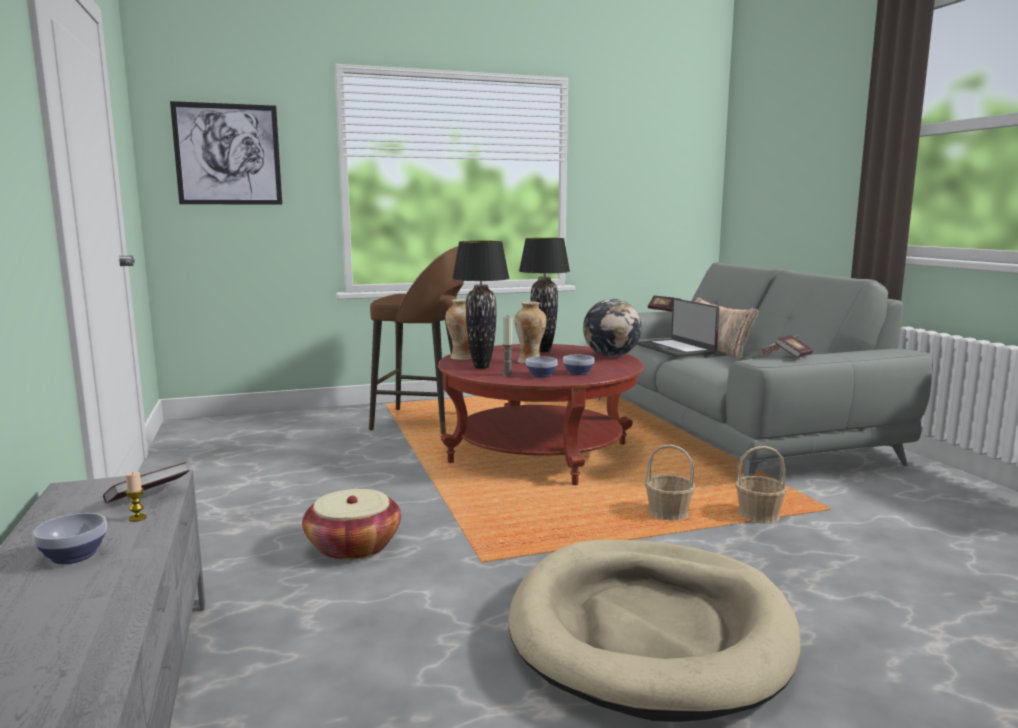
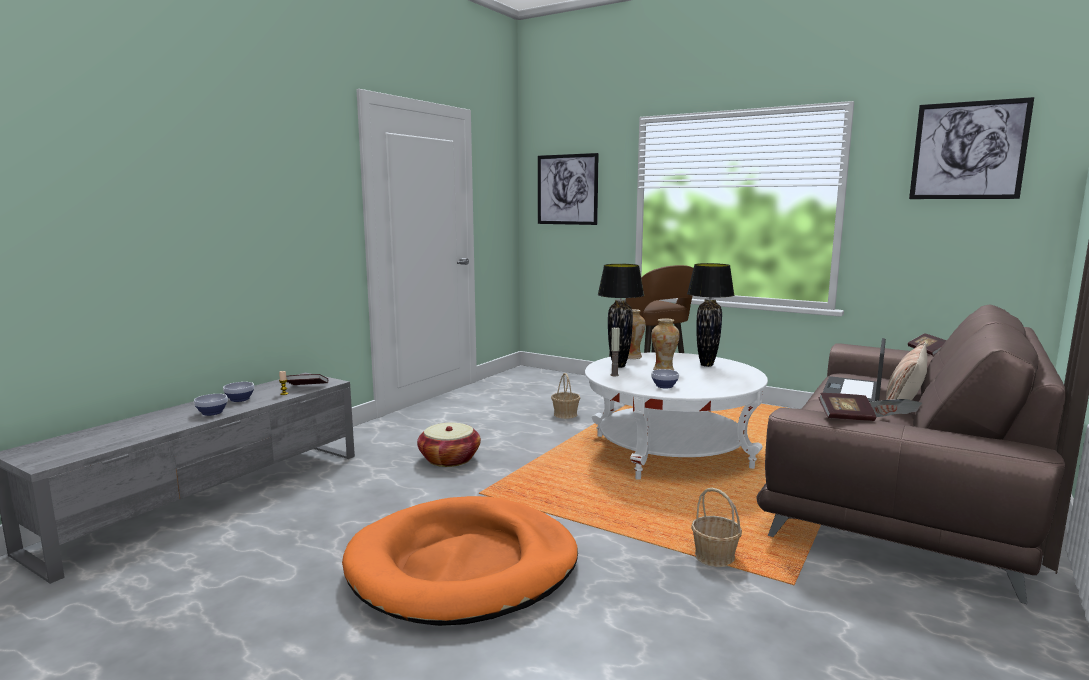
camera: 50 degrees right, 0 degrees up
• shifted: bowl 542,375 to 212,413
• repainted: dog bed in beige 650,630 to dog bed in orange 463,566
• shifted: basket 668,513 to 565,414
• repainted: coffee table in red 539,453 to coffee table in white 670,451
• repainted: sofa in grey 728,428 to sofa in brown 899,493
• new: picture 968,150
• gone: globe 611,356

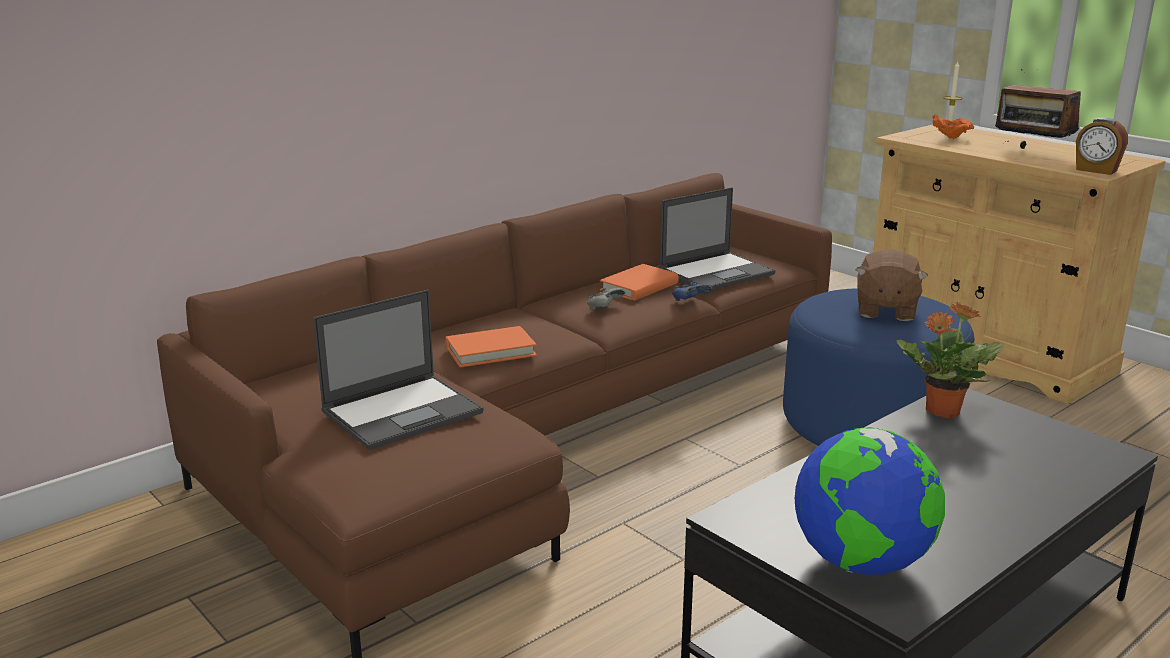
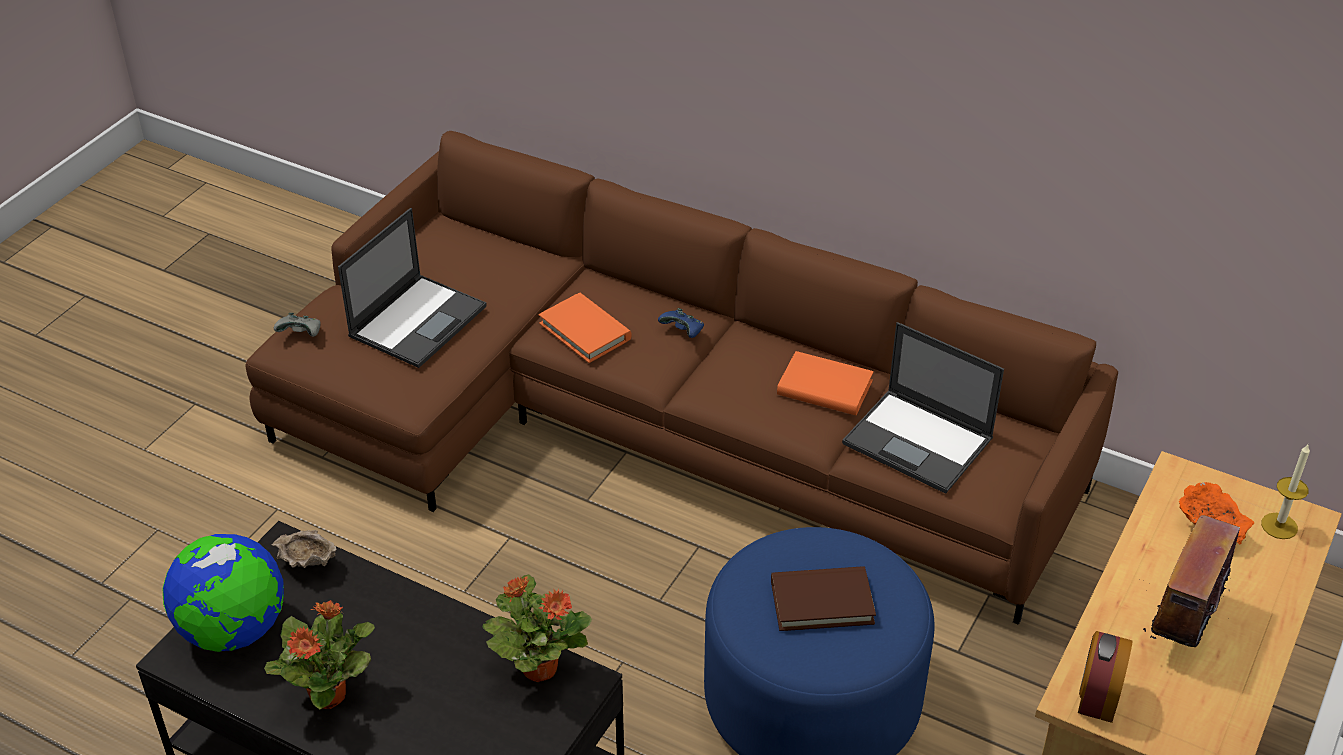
camera: 70 degrees right, 20 degrees up
• new: potted plant 329,694
• new: bowl in beige 308,564
• shifted: game controller in grey 605,308 to 301,334
• rotated: laptop 404,411 = 418,320 90 degrees counterclockwise
• shifted: game controller in blue 690,301 to 683,332
• swapped: plush toy in brown 885,310 to book in brown 822,602

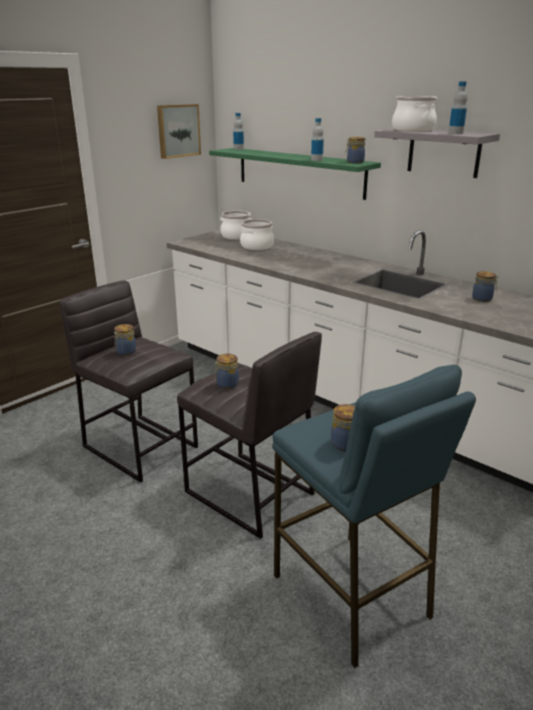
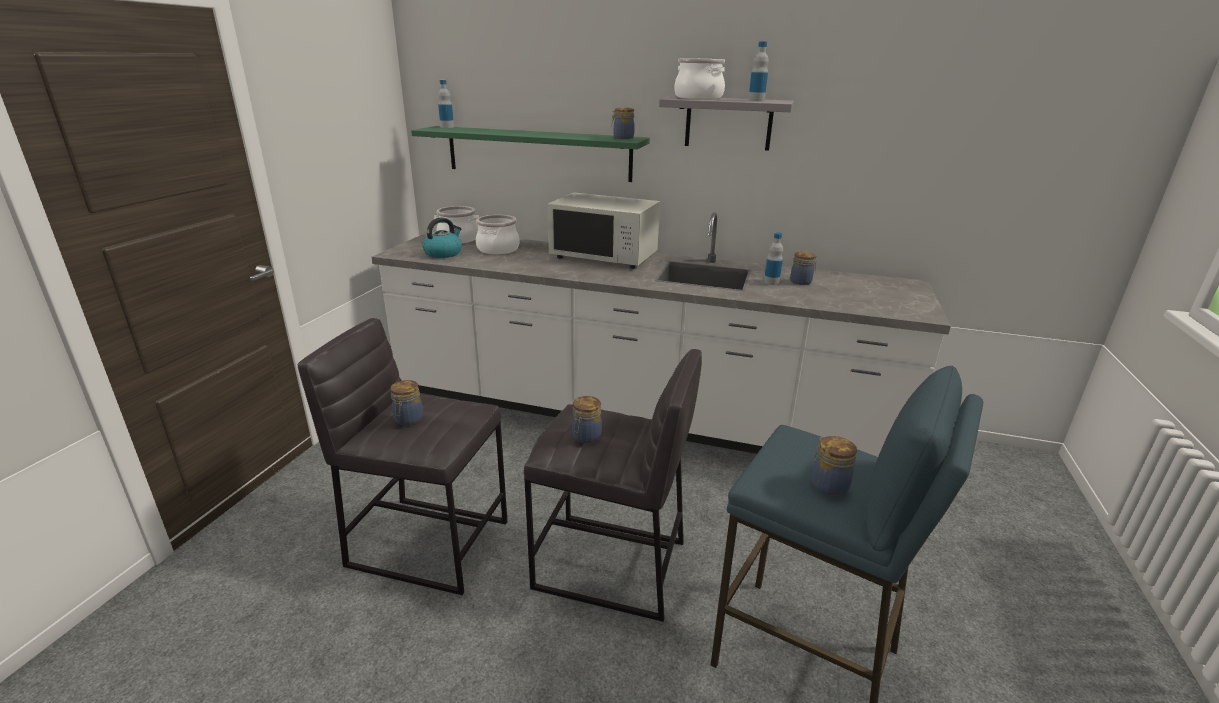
camera: 25 degrees left, 0 degrees up
• new: kettle 443,253
• new: microwave in white 604,256
• shifted: bottle 316,160 to 771,282
• gone: picture 178,130

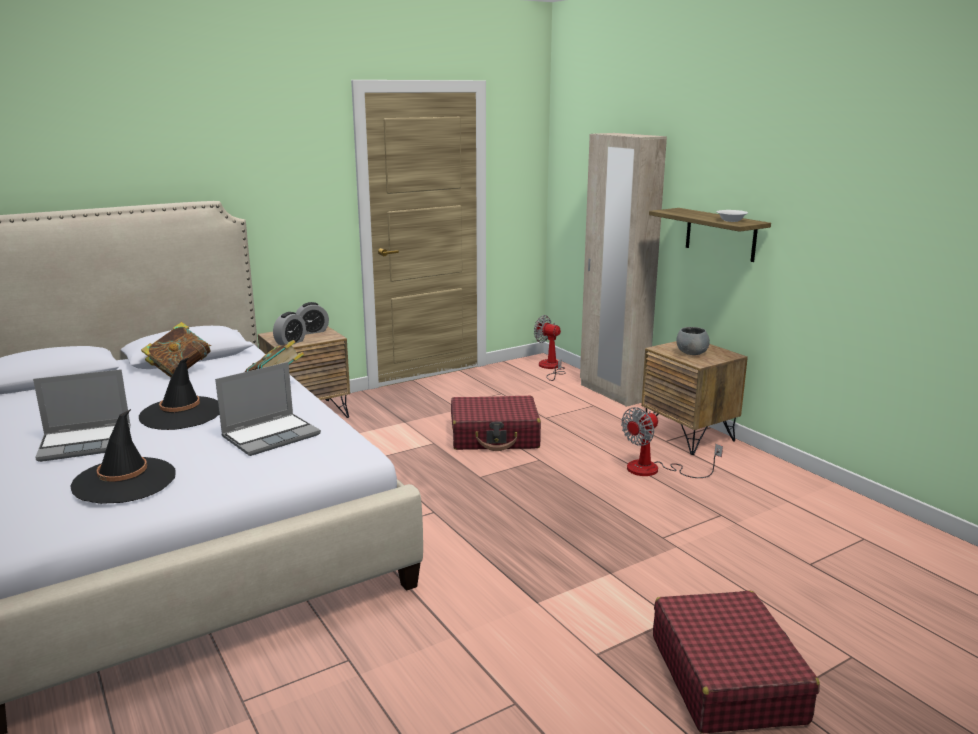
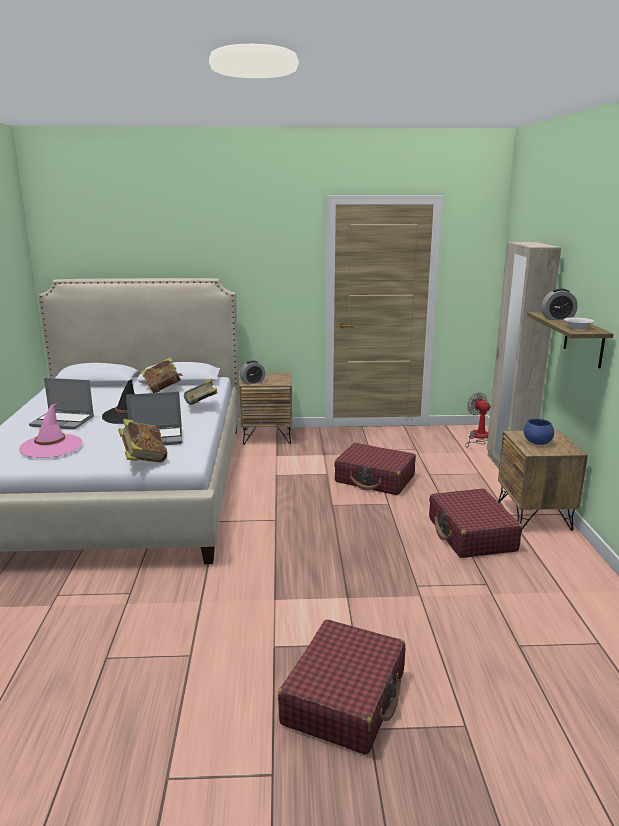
camera: 30 degrees right, 0 degrees up
• repainted: hat in black 124,481 to hat in pink 51,446
• new: book 144,459
• swapped: fan 654,470 to suitcase in red 471,534
• repainted: bowl in grey 691,353 to bowl in blue 537,442
• shifted: alarm clock 312,331 to 557,318

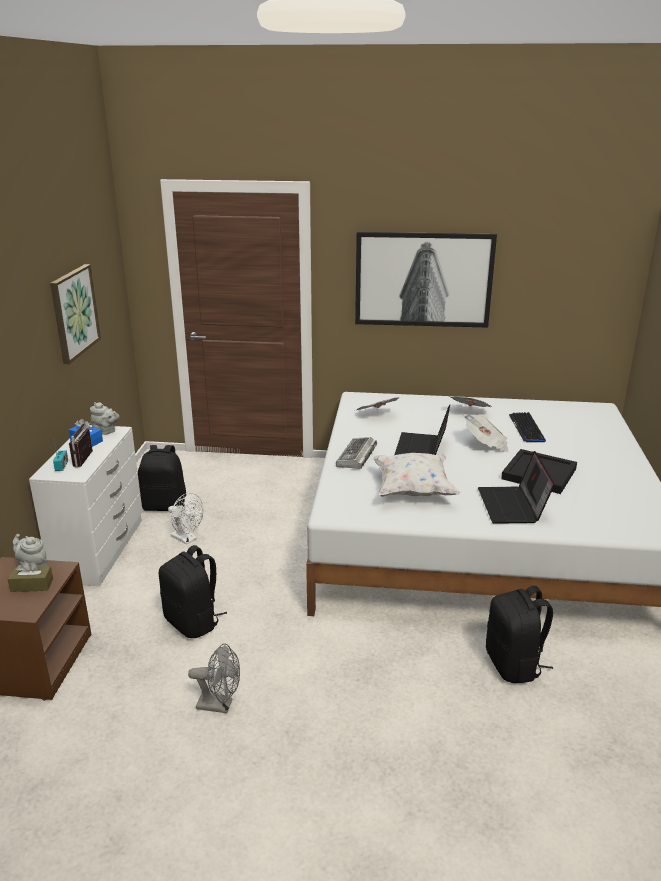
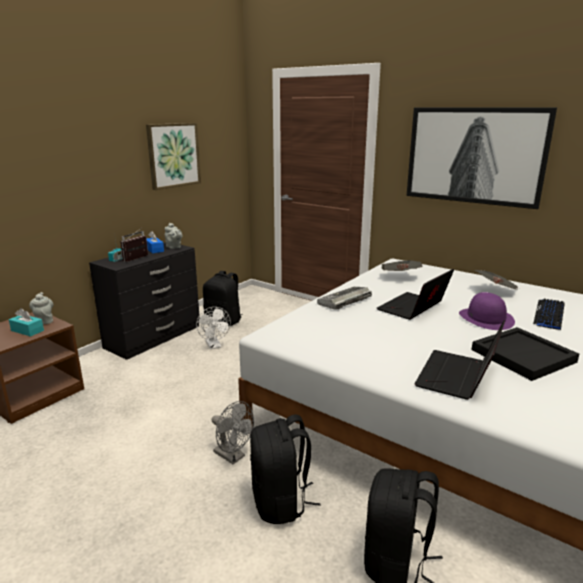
camera: 30 degrees right, 5 degrees down
• repainted: tissue box in brown 32,585 to tissue box in turquoise 27,330
• repainted: dresser in white 101,549 to dresser in black 154,337
• shifted: fan in grey 220,705 to 233,456
• shifted: backpack in black 193,622 to 280,502
• swapped: newspaper 486,444 to hat in purple 486,318
• gone: pillow in white 413,490

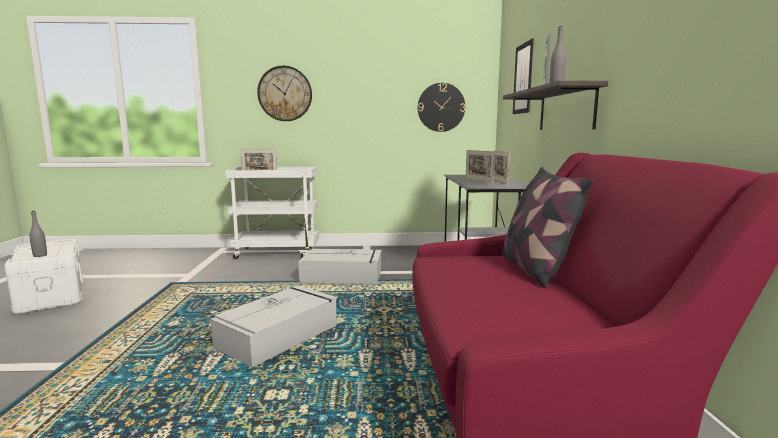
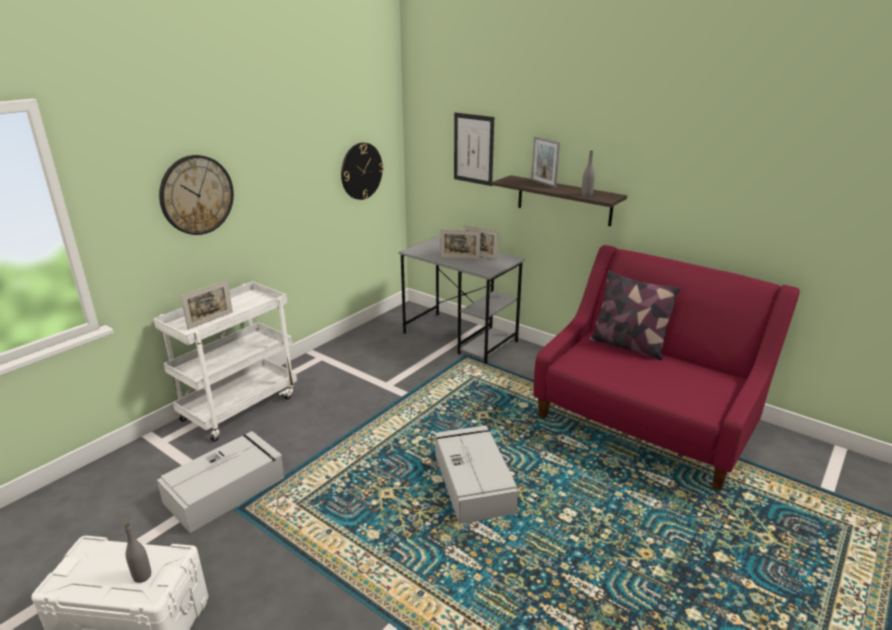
camera: 50 degrees left, 15 degrees up
• shifted: storage box in grey 343,277 to 227,489

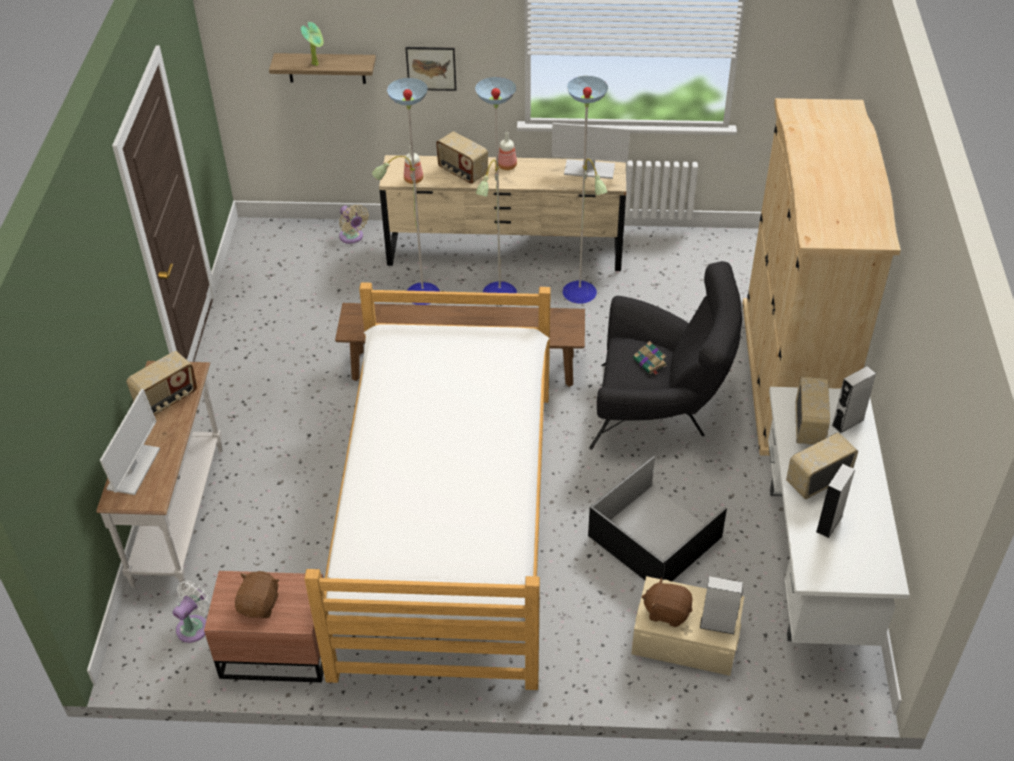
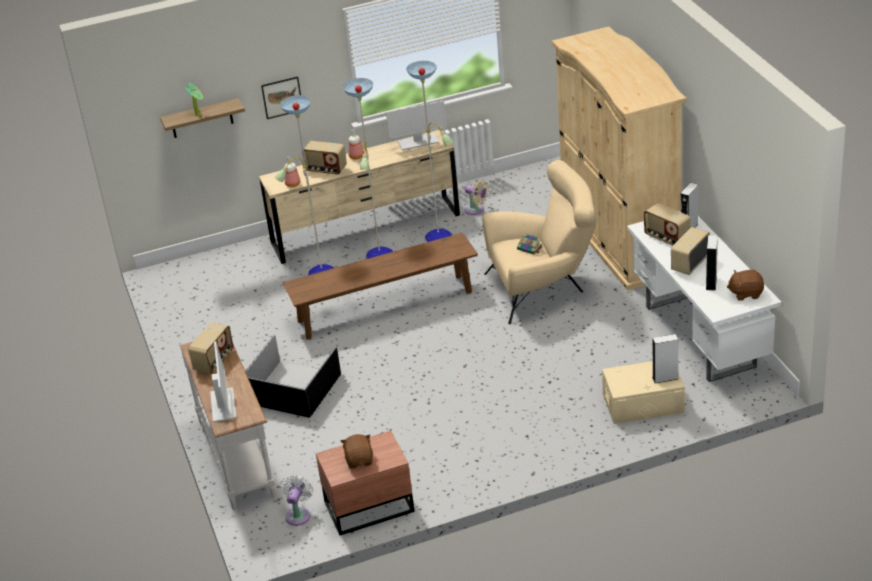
camera: 20 degrees left, 10 degrees down
• shifted: storage box in black 656,537 to 295,389
• shifted: fan in beige 352,237 to 476,210
• repainted: armchair in black 659,411 to armchair in beige 543,287
• rotated: radio 809,426 = 666,238 150 degrees clockwise
• shifted: plush toy in brown 667,612 to 745,293
• gone: bed 446,526

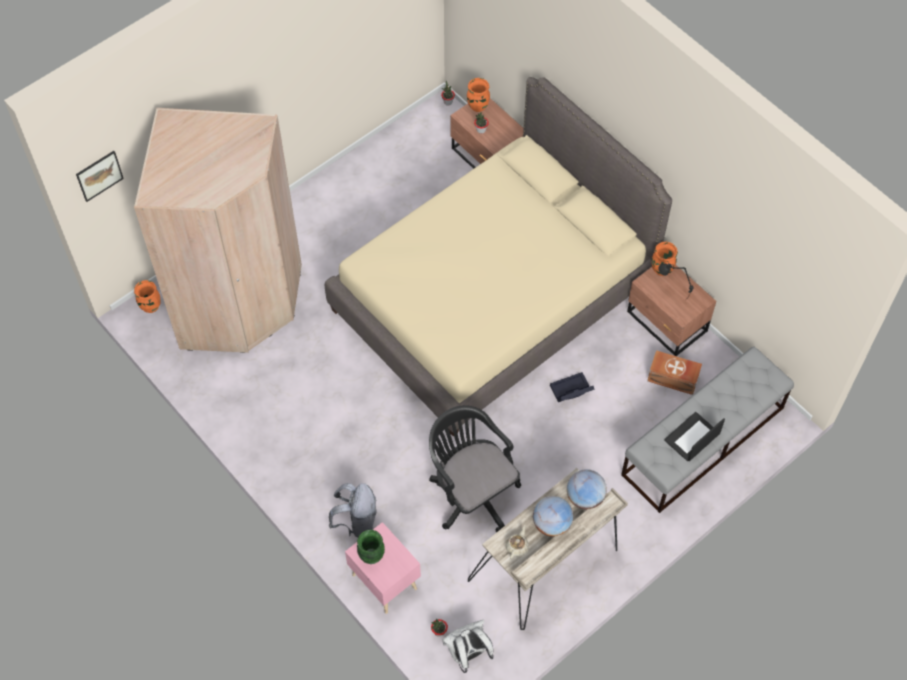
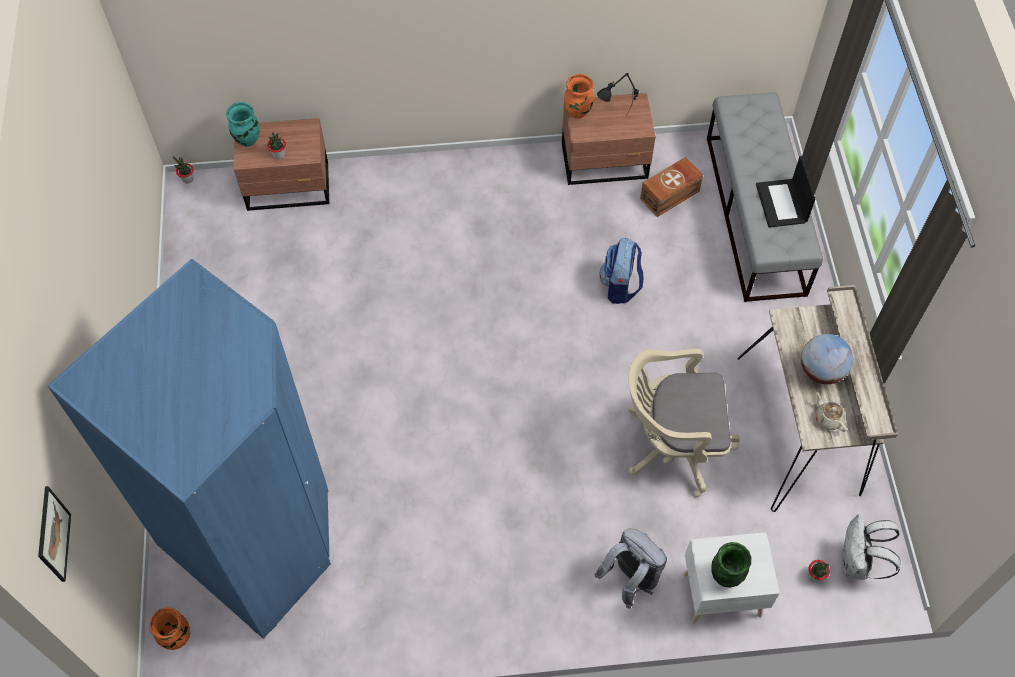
camera: 55 degrees left, 0 degrees up
• repainted: wardrobe in beige 239,304 to wardrobe in blue 257,535
• repainted: vase in orange 477,107 to vase in turquoise 247,140
• swapped: storage box in black 570,391 to backpack 620,286
• repainted: office chair in black 471,491 to office chair in beige 671,444
• repainted: nightstand in pink 385,580 to nightstand in white 720,593
• gone: bed in beige 492,297
• gone: globe 585,497

